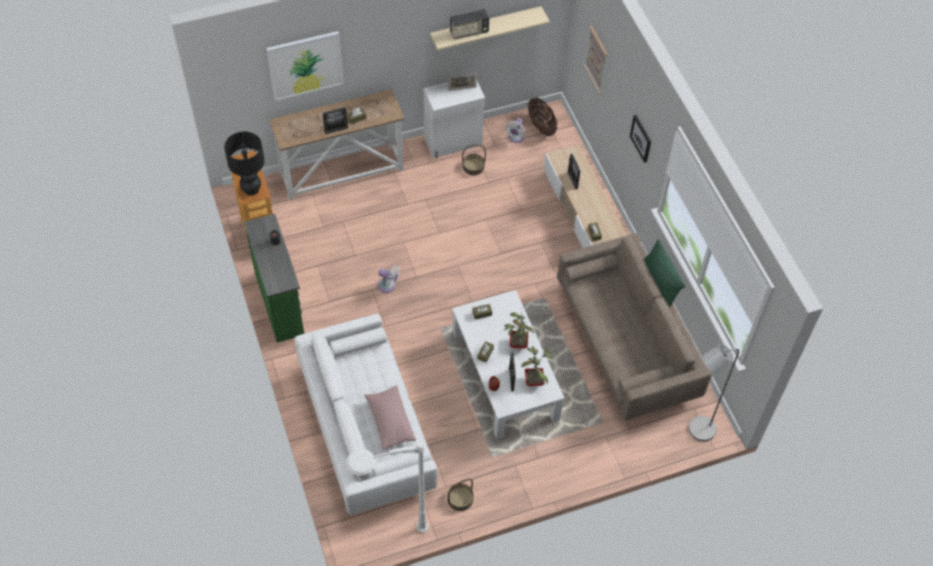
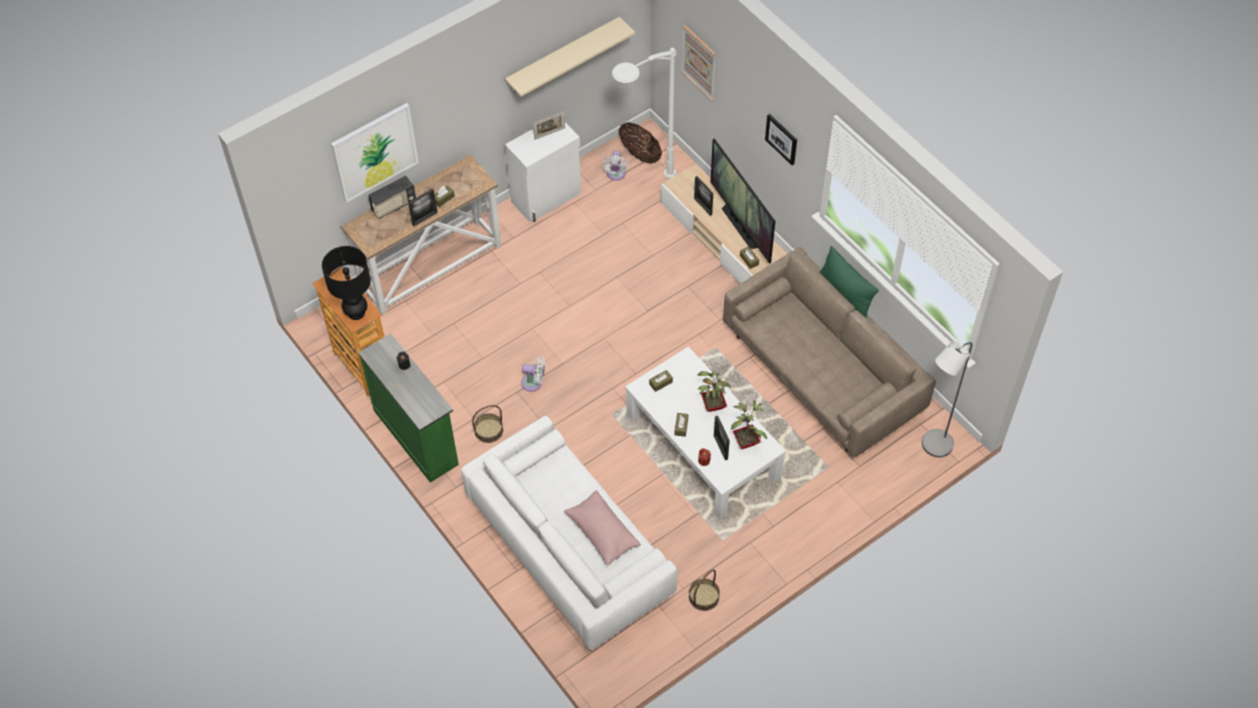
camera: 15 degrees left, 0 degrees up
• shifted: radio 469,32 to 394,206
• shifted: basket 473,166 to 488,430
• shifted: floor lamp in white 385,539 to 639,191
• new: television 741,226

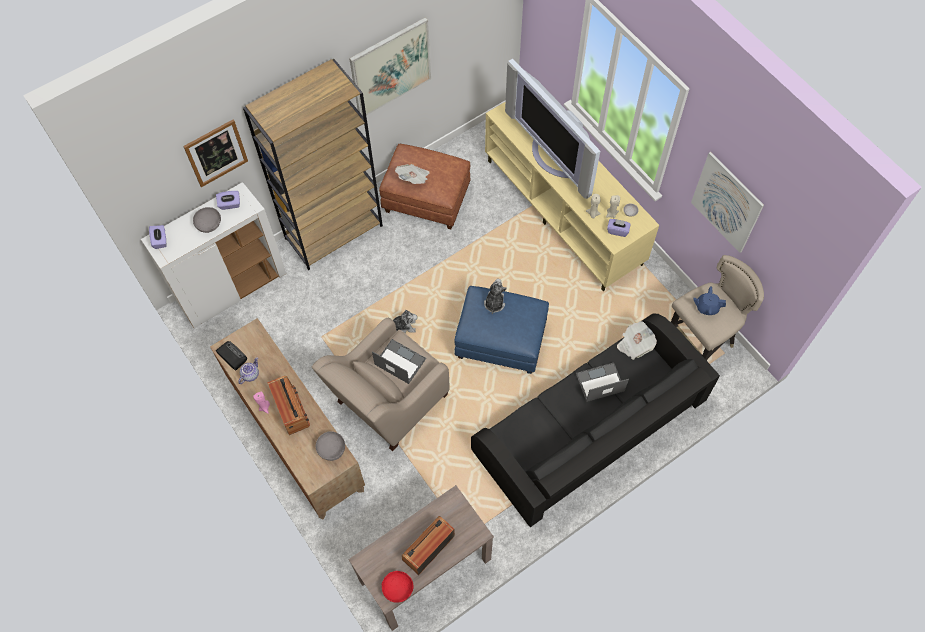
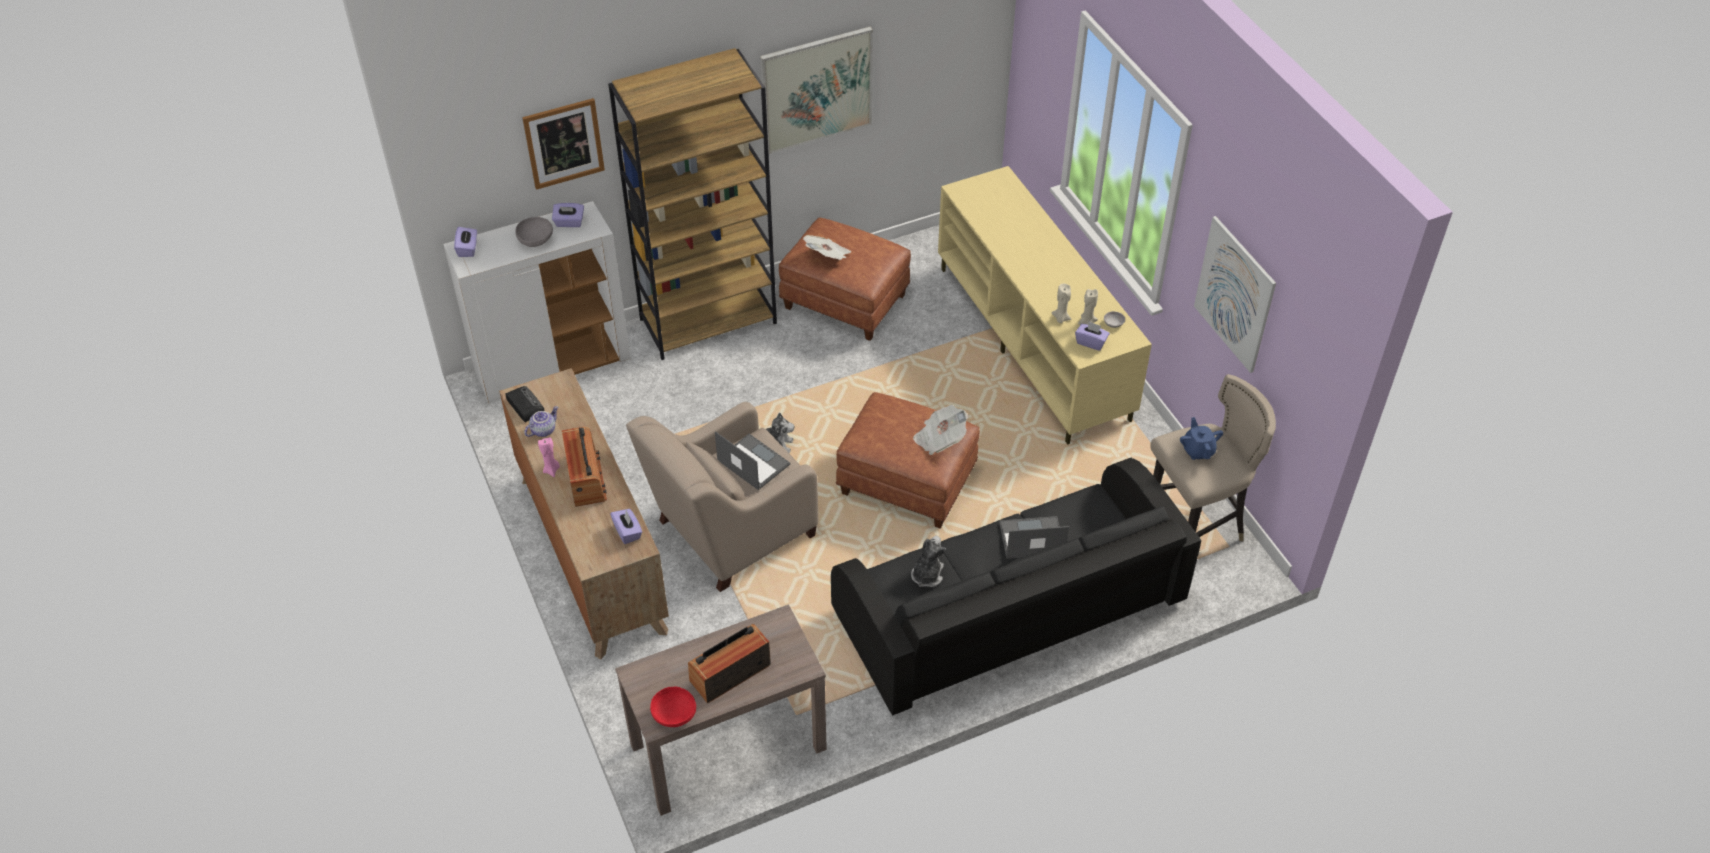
camera: 10 degrees right, 15 degrees down
• swapped: bowl in grey 331,449 to tissue box in purple 628,532
• repainted: ottoman in blue 499,341 to ottoman in brown 905,483
• shifted: plush toy 494,303 to 927,574
• shifted: newspaper 635,344 to 940,439
• rotated: teapot in blue 706,307 = 1198,450 60 degrees clockwise
• gone: television 557,155

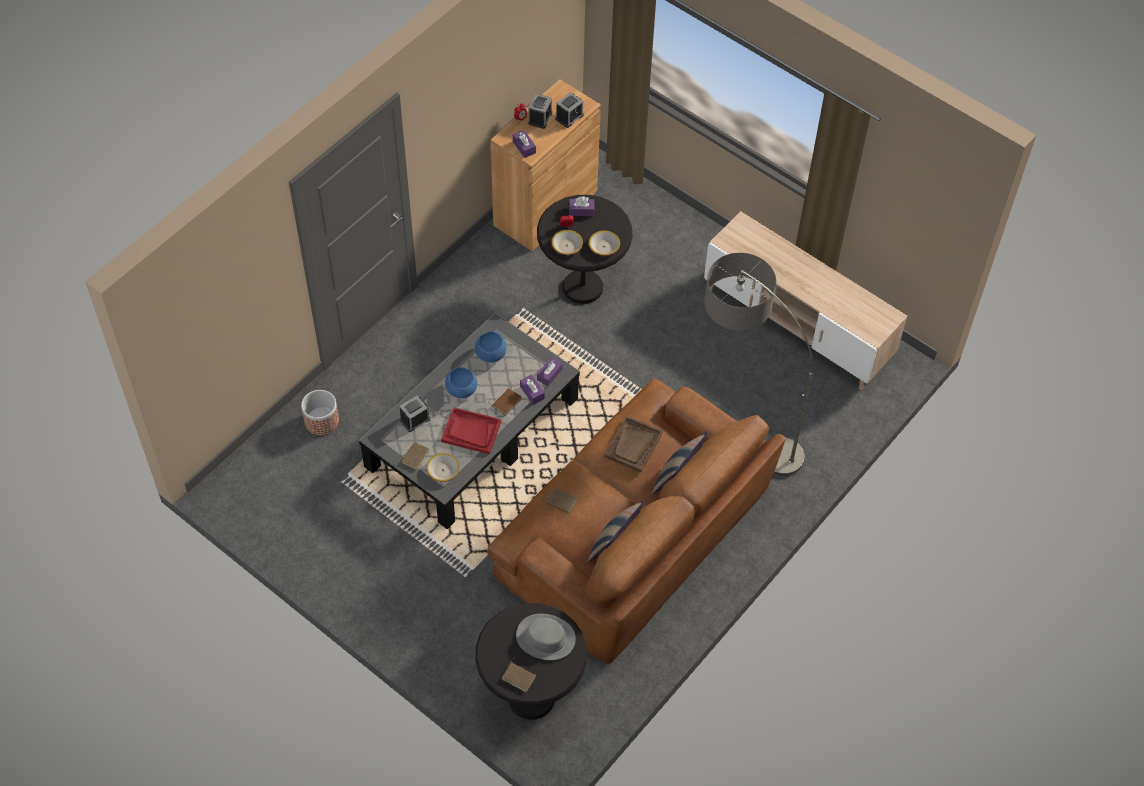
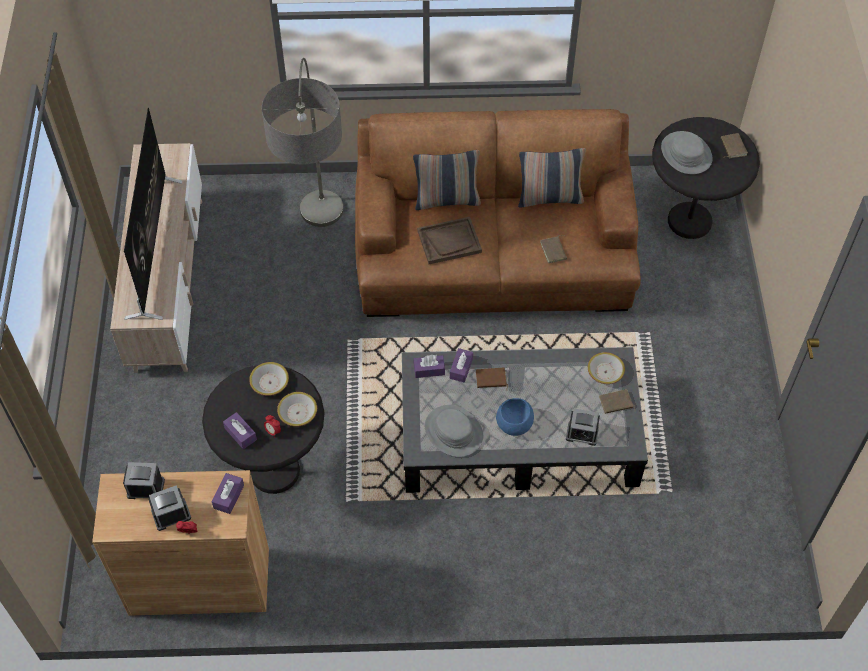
camera: 130 degrees left, 0 degrees up
• new: television 154,247
• swapped: bowl in blue 490,353 to hat in grey 453,432
• gone: planter 321,421
• gone: tray in red 471,432

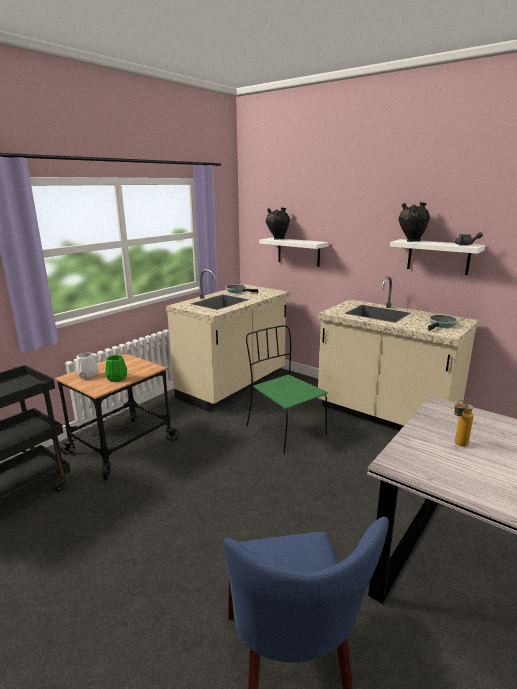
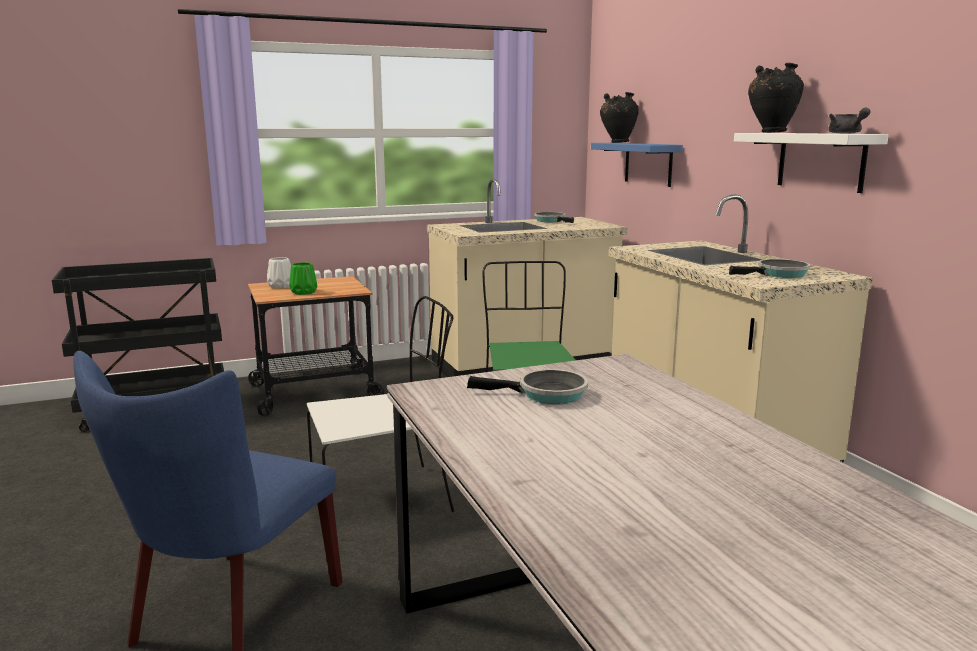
camera: 30 degrees right, 5 degrees down
• new: chair in white 384,498
• swapped: bottle 457,445 to frying pan 546,394
• repainted: shelf in white 298,252 to shelf in blue 648,164

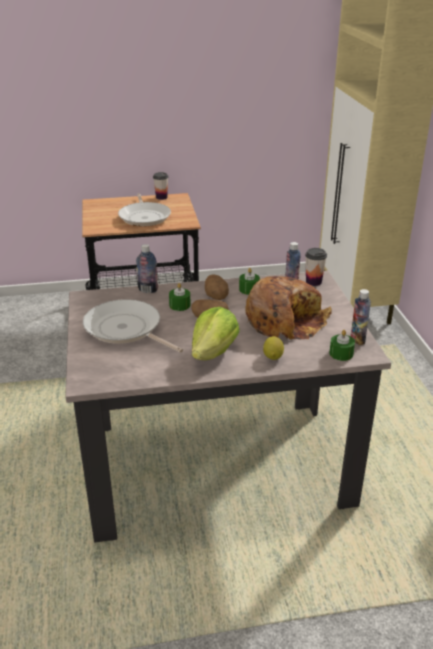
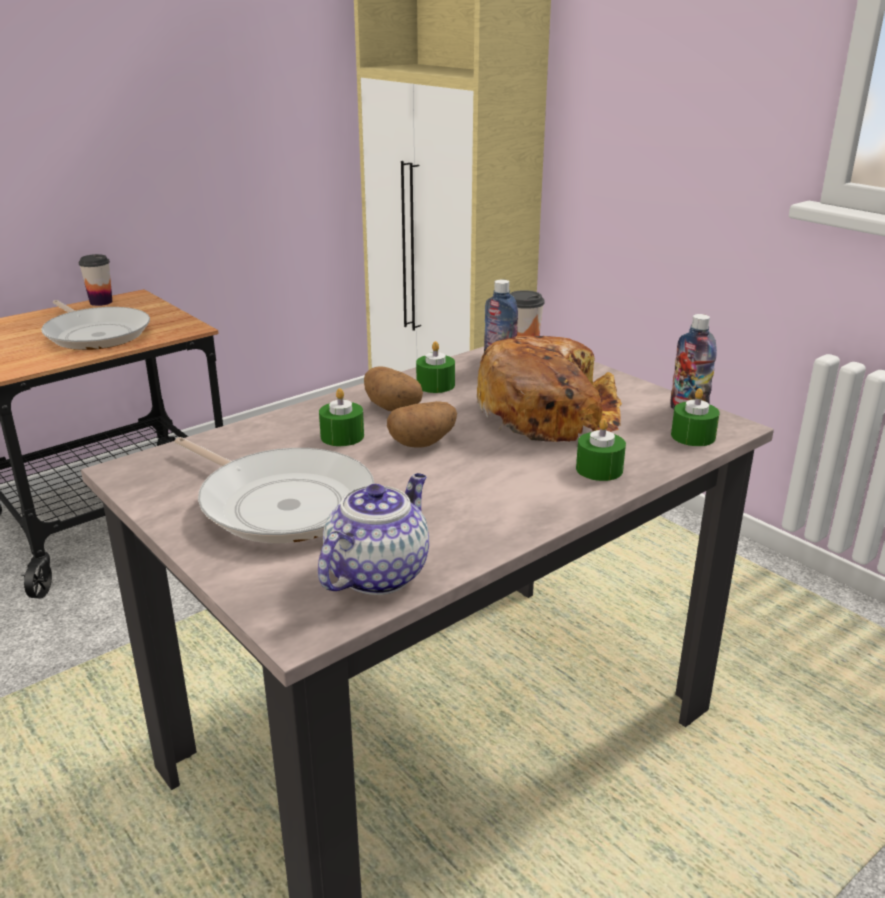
camera: 30 degrees left, 5 degrees down
• rotated: frying pan 126,329 = 281,502 150 degrees counterclockwise
• new: teapot 378,573
• swapped: lemon 273,356 to candle in green 599,469
• gone: bottle 148,290
• gone: lettuce 214,352

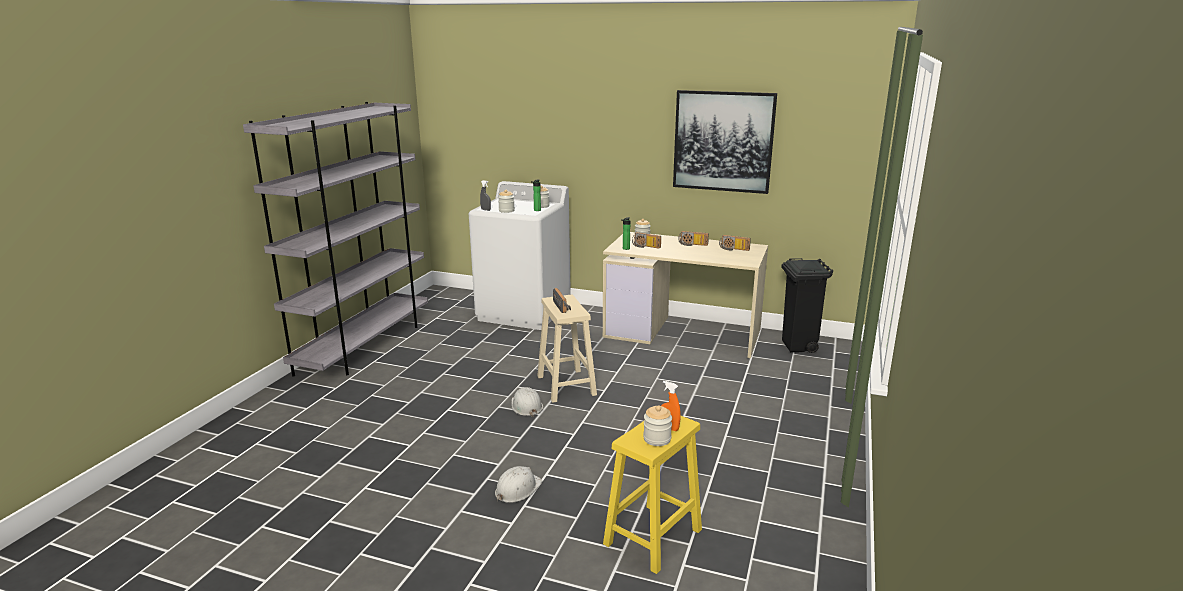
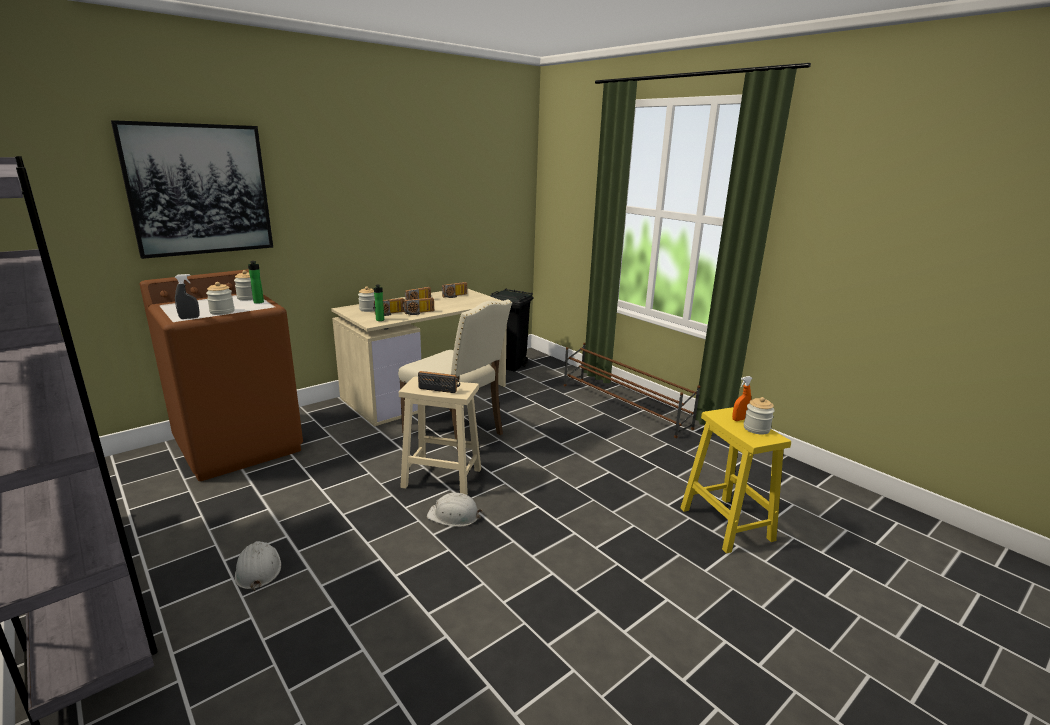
camera: 60 degrees left, 0 degrees up
• shifted: picture 723,141 to 199,190
• repainted: washing machine in white 524,312 to washing machine in brown 240,445
• shifted: hard hat in white 517,489 to 258,569
• new: chair in beige 456,433
• new: radio 419,313
• new: shoe rack in brown 624,406

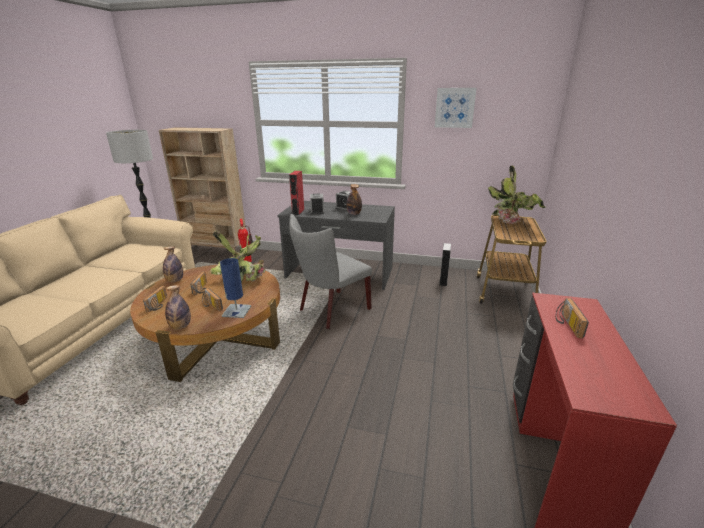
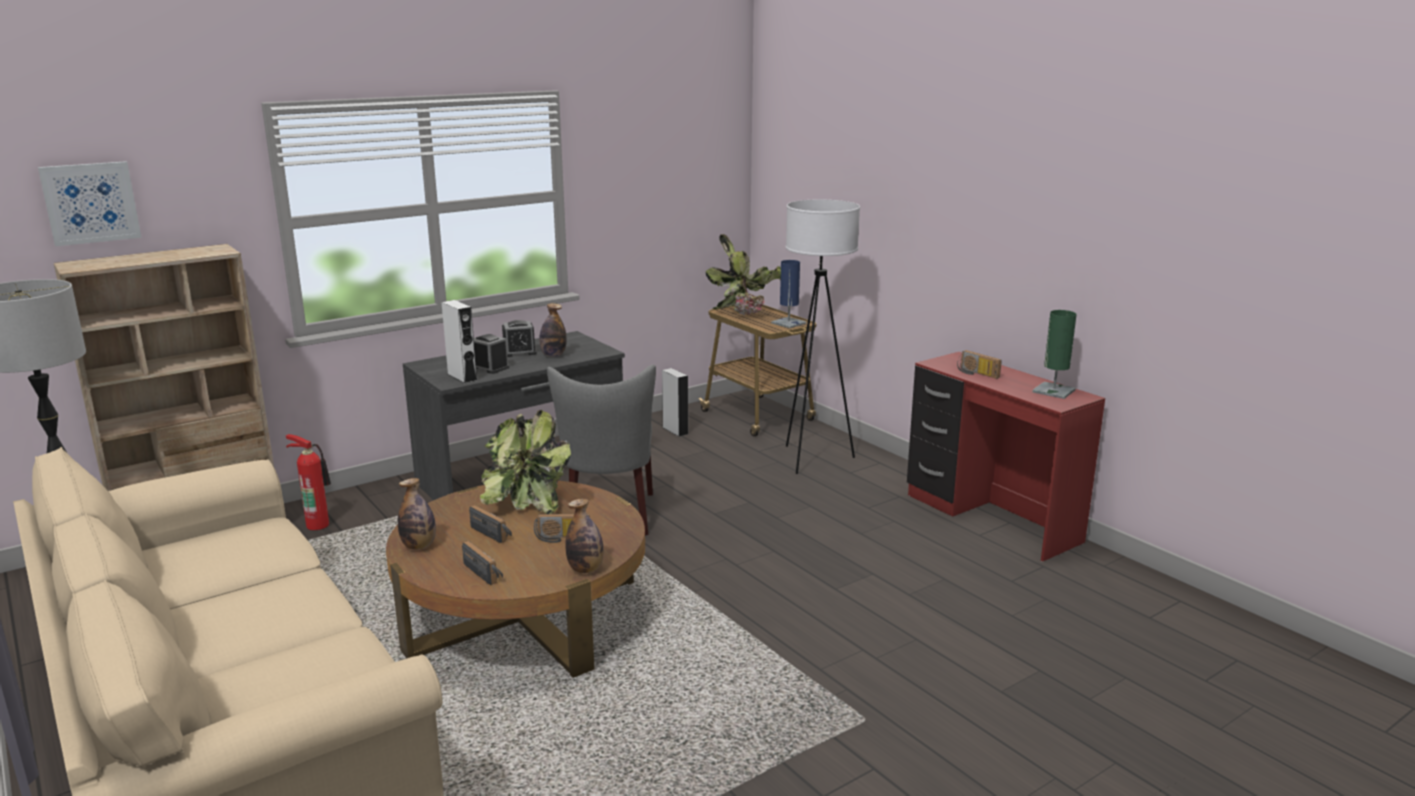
camera: 50 degrees left, 5 degrees down
• shifted: picture 454,108 to 90,203
• repainted: speaker in red 298,212 to speaker in white 462,377
• shifted: table lamp in blue 236,311 to 788,323
• new: floor lamp in white 813,459
• new: table lamp in green 1053,391

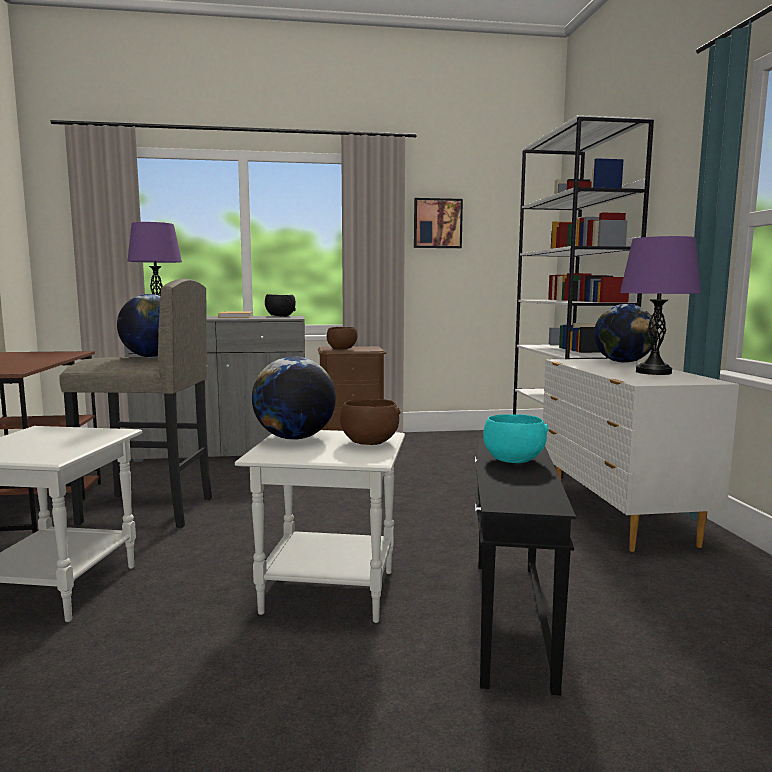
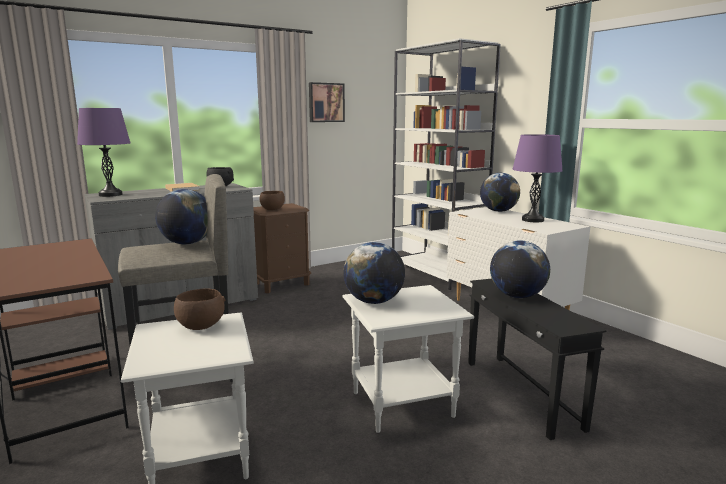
camera: 25 degrees left, 5 degrees up
• shifted: bowl in brown 368,443 to 200,326
• swapped: bowl in turquoise 512,460 to globe 517,296

